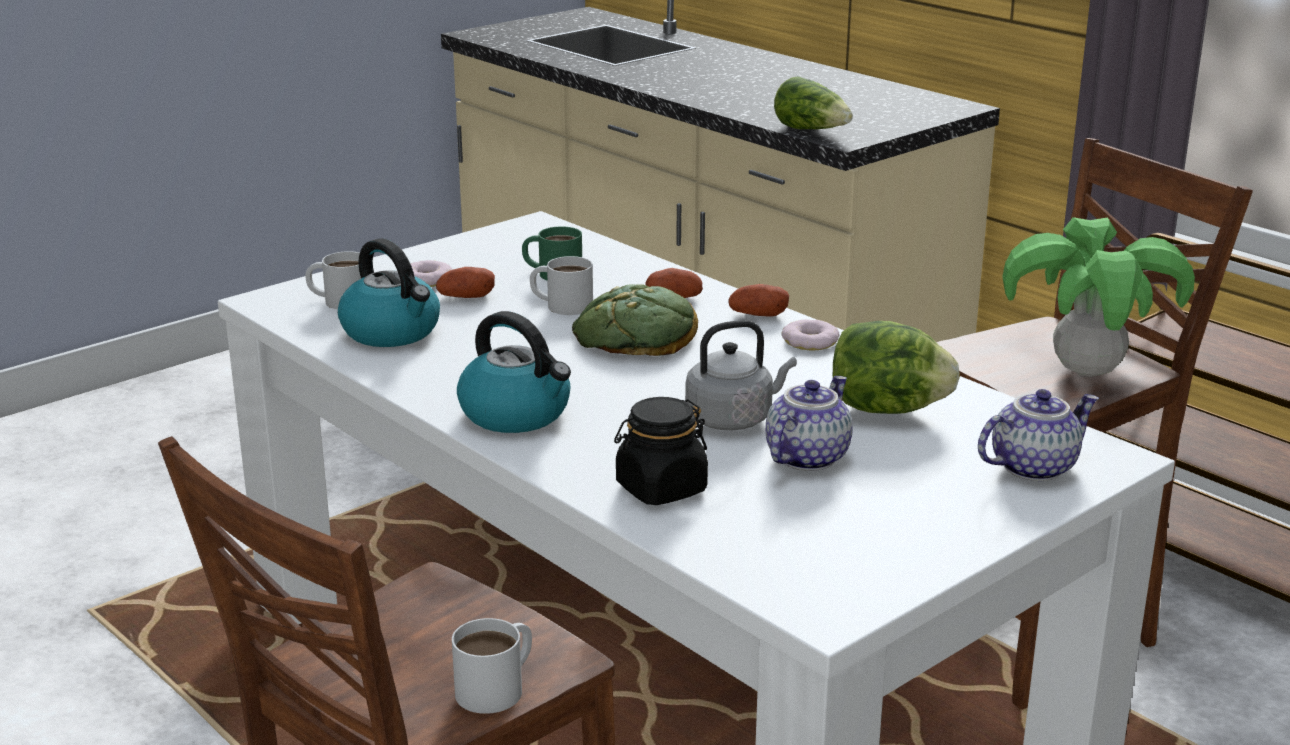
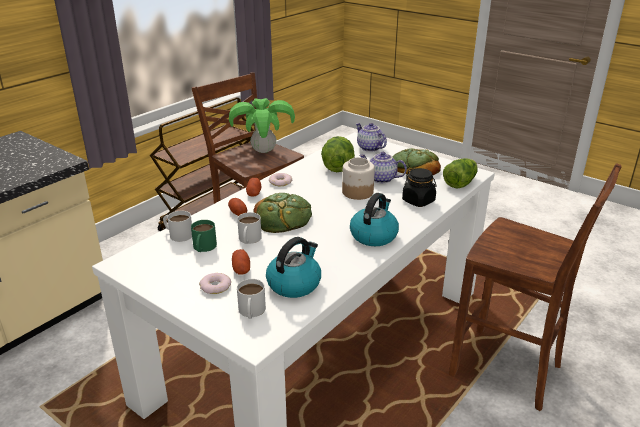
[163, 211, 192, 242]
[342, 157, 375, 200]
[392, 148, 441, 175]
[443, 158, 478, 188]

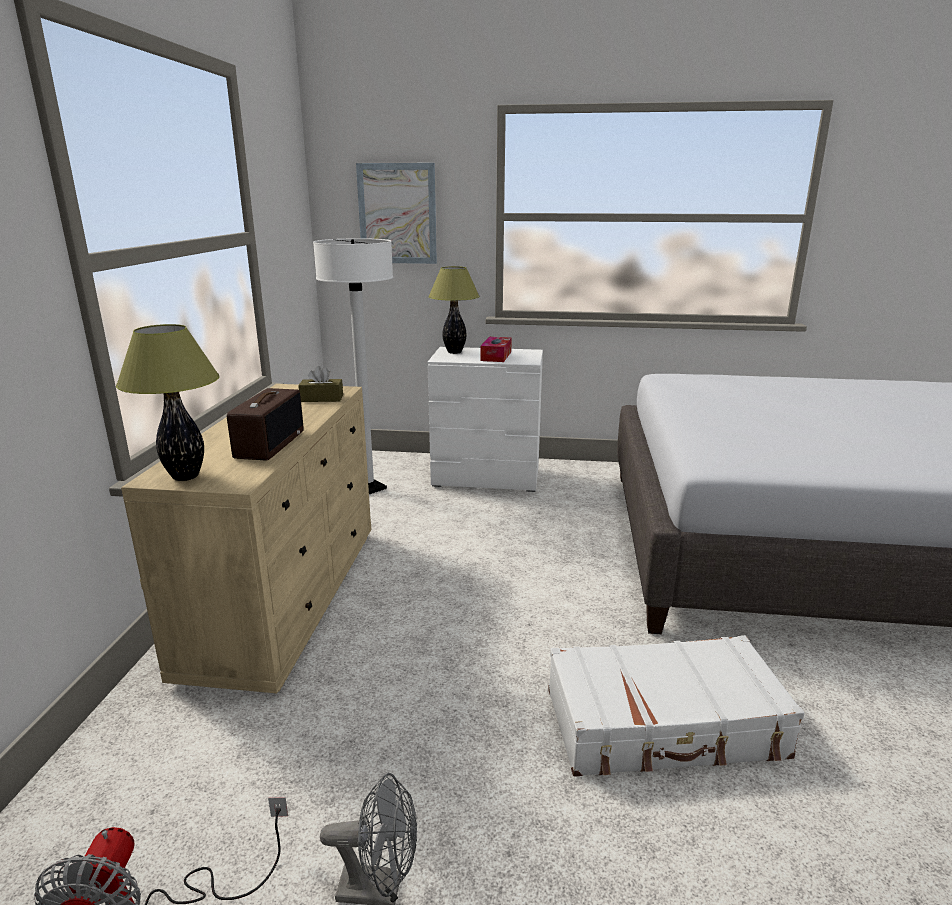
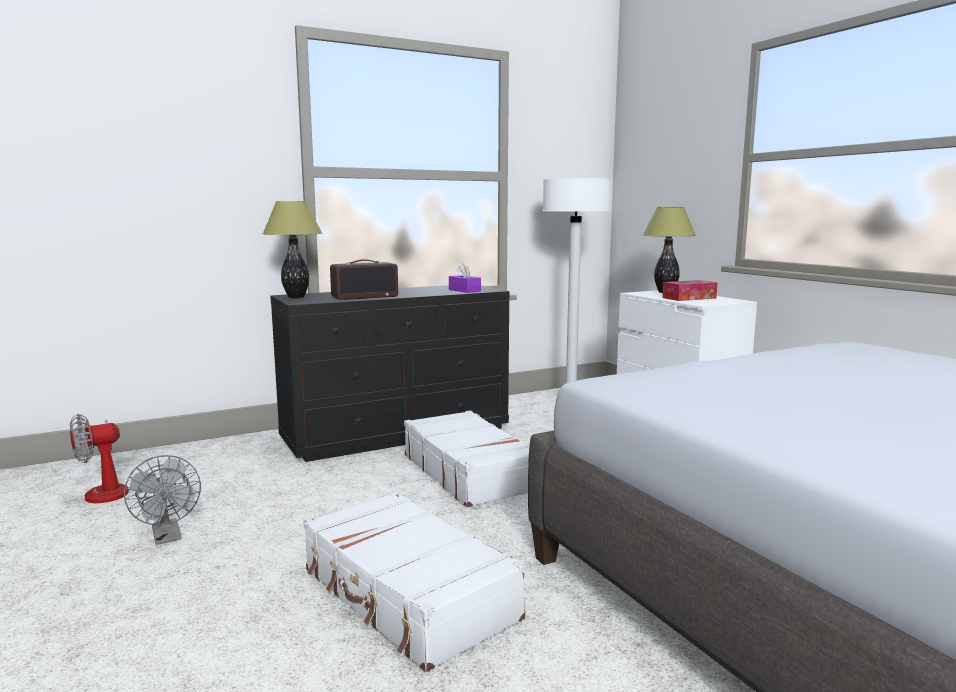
[270, 285, 510, 462]
[404, 410, 530, 507]
[449, 263, 481, 293]
[356, 163, 437, 264] (first image)

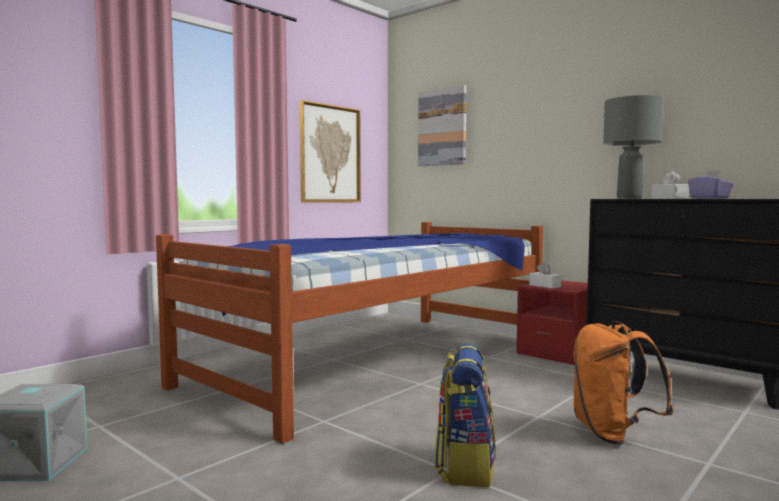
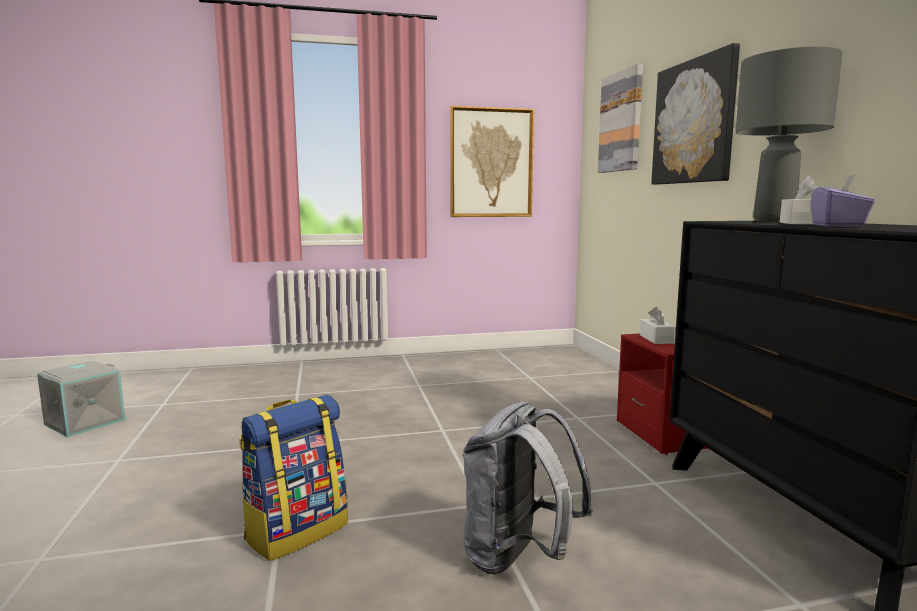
[463, 402, 593, 574]
[651, 43, 740, 185]
[156, 222, 543, 444] (first image)

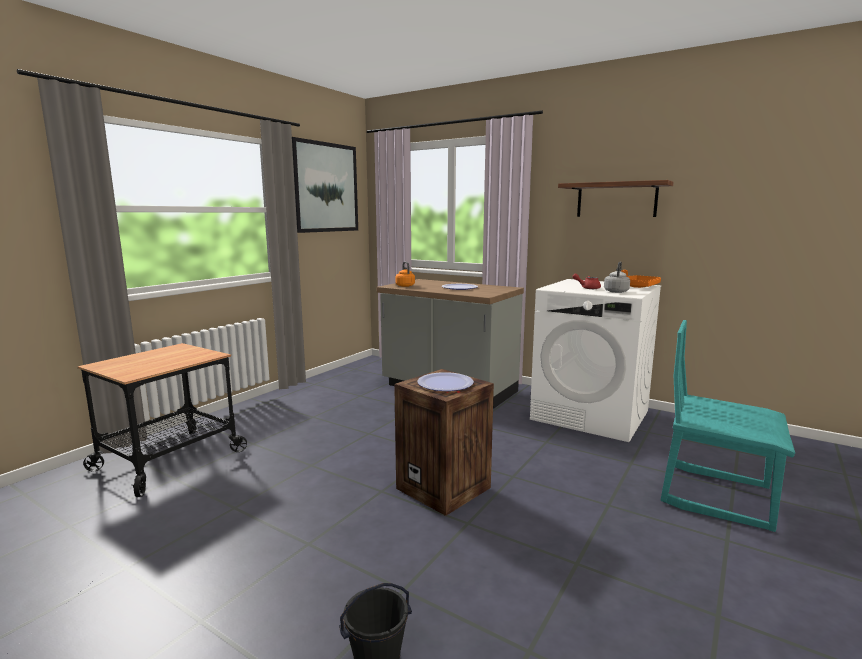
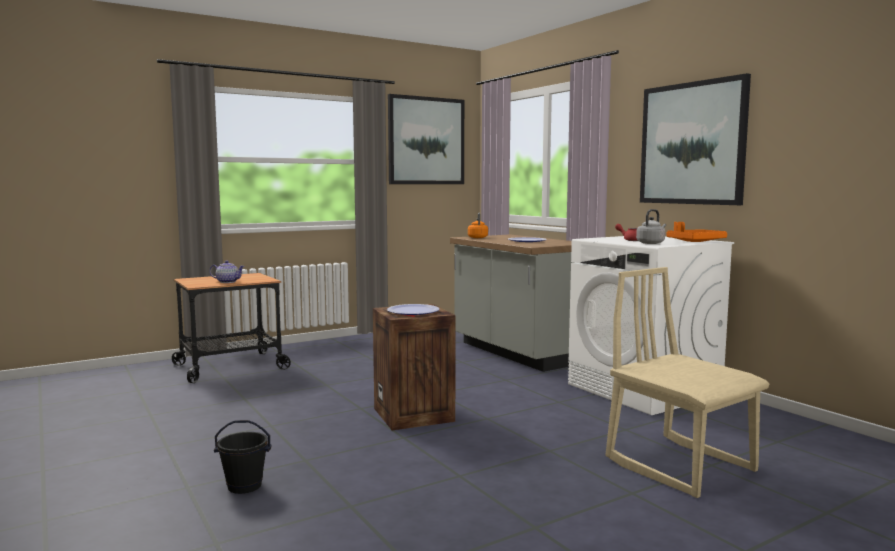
[210, 261, 245, 283]
[606, 267, 769, 498]
[640, 73, 751, 205]

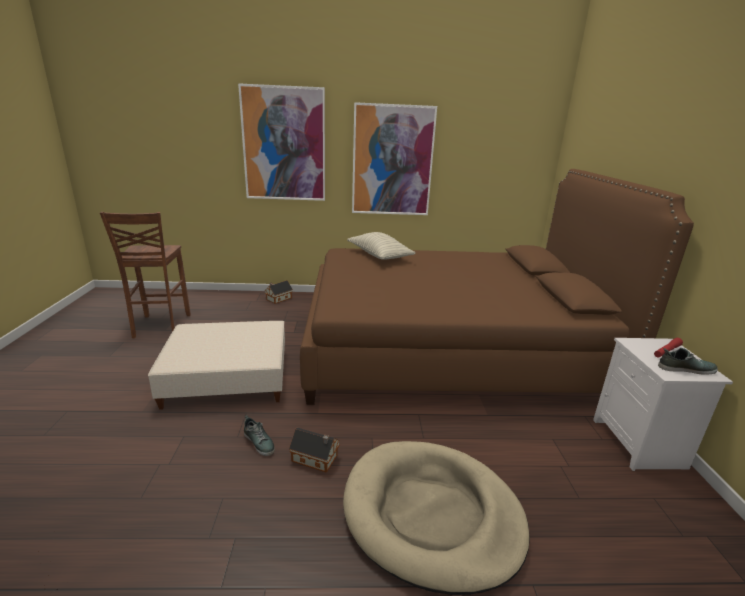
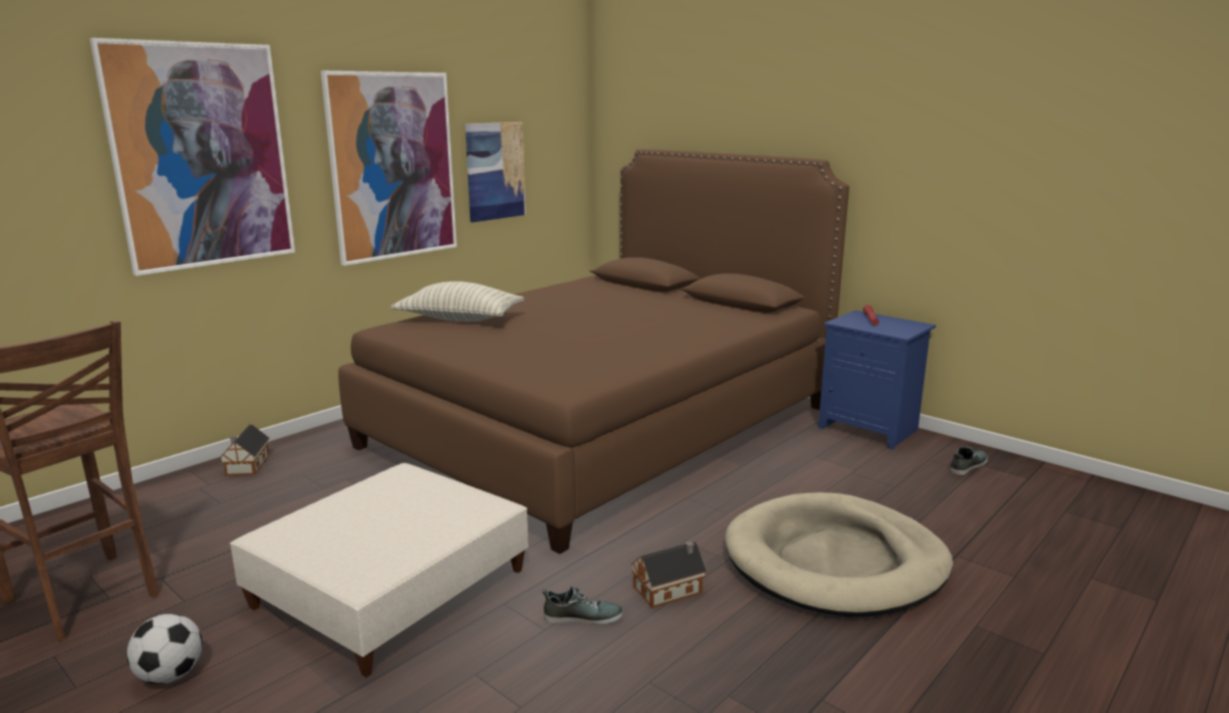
[126, 613, 202, 684]
[465, 122, 526, 222]
[818, 310, 936, 450]
[950, 446, 988, 475]

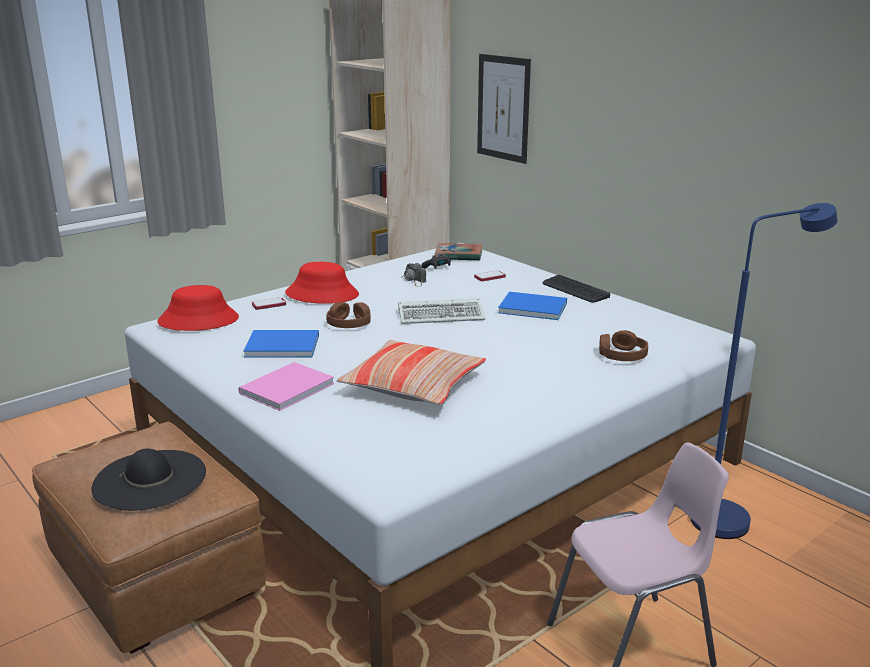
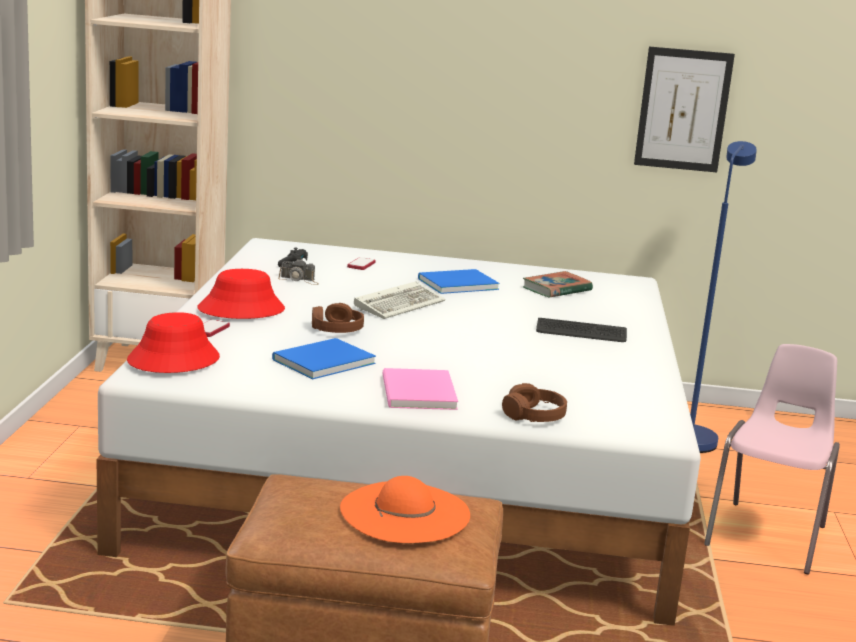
[340, 476, 470, 543]
[502, 383, 567, 422]
[523, 271, 593, 297]
[536, 318, 627, 342]
[634, 47, 735, 172]
[337, 340, 486, 405] (first image)

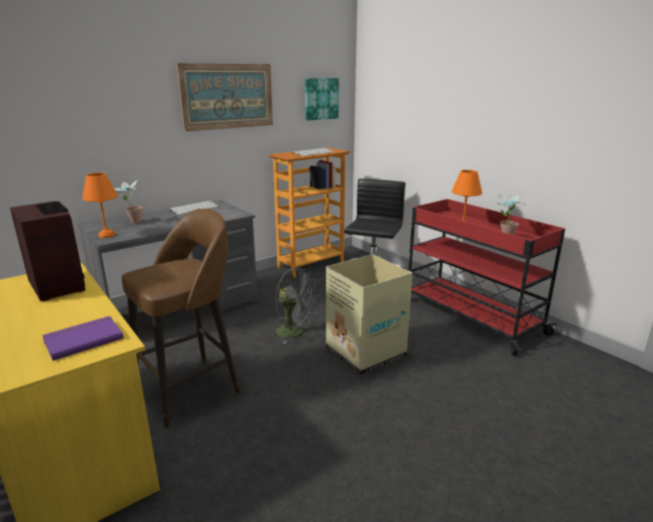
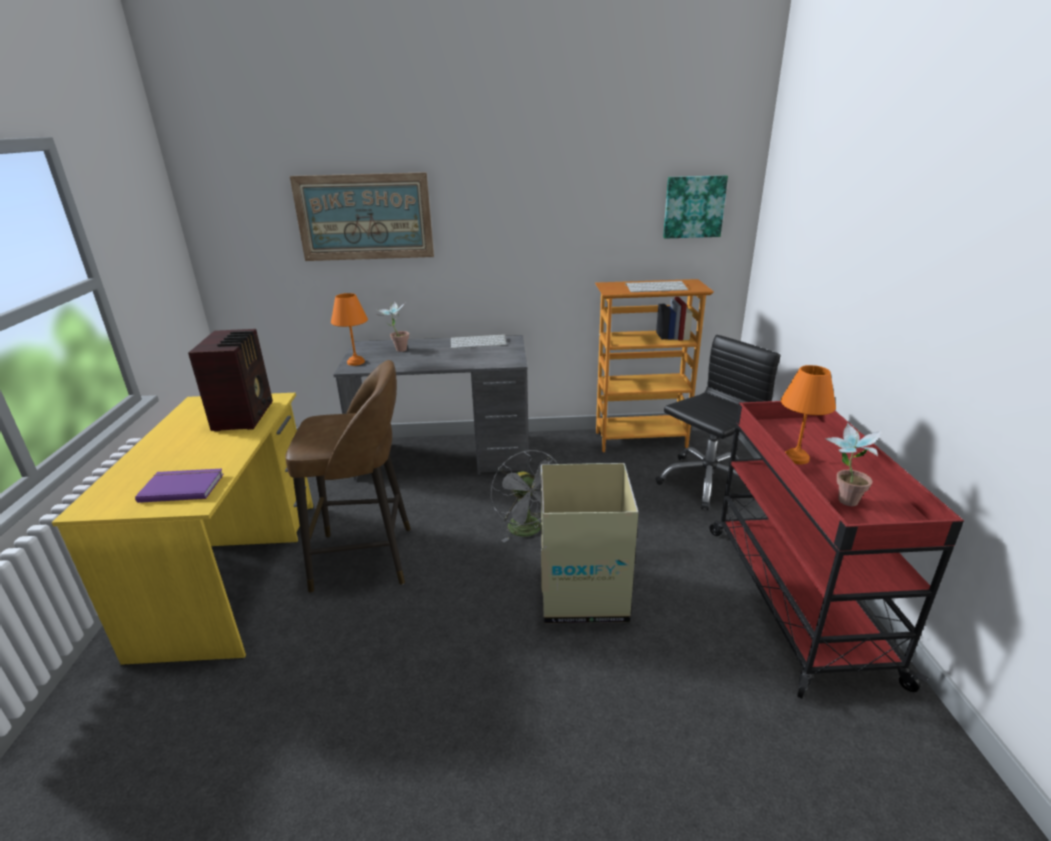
[290, 172, 434, 261]

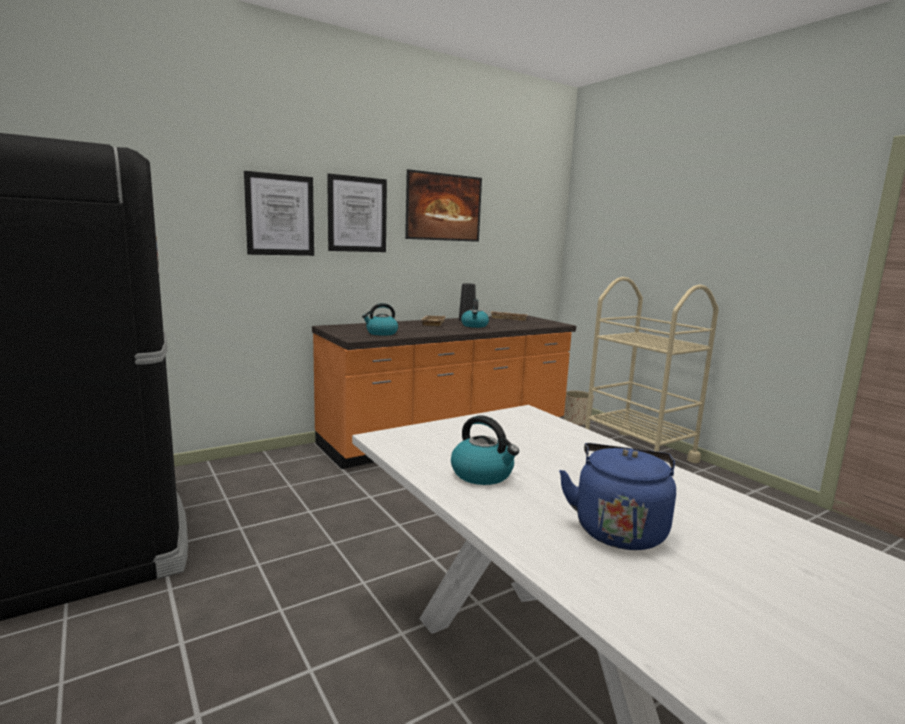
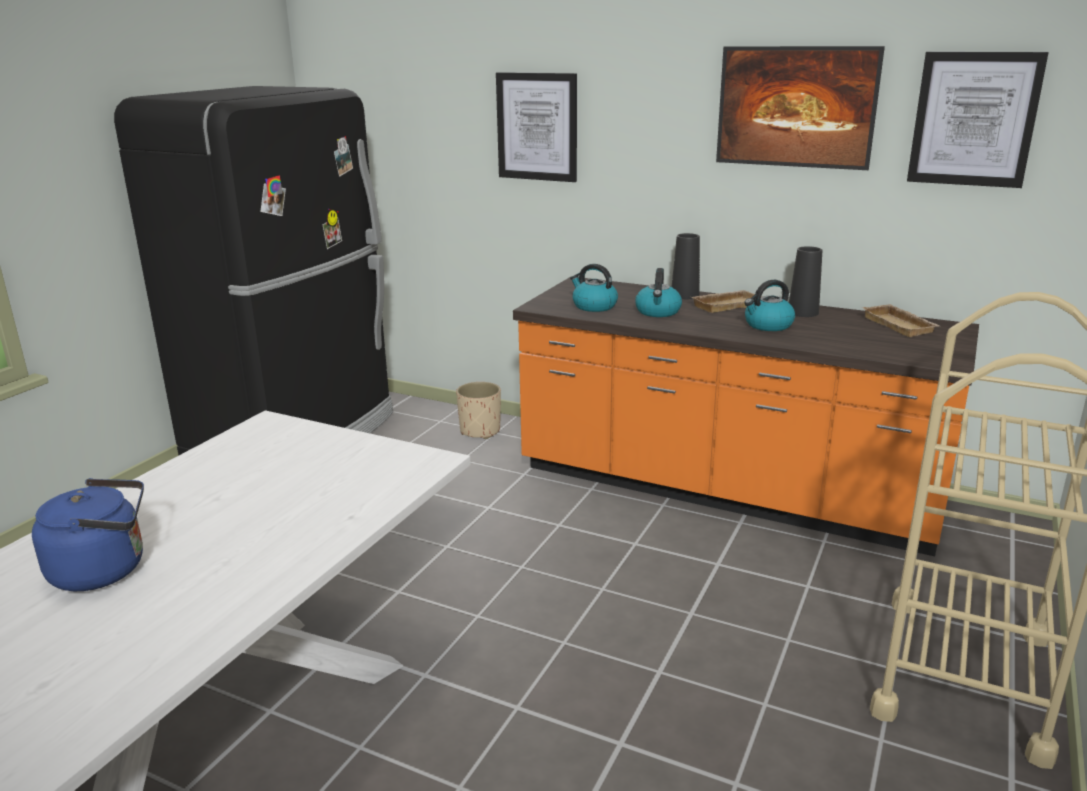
[456, 382, 501, 439]
[635, 268, 682, 317]
[671, 233, 700, 299]
[907, 52, 1049, 188]

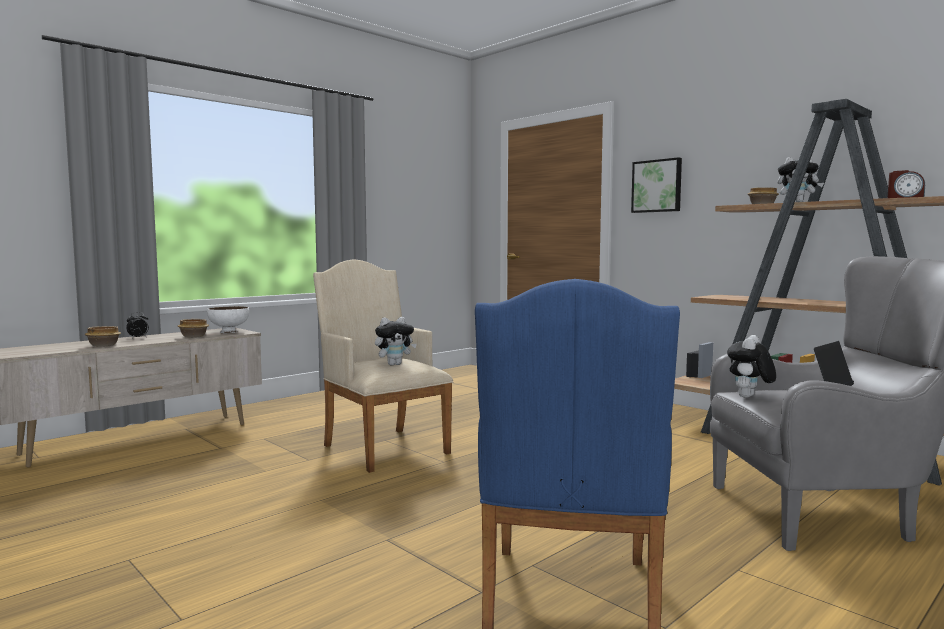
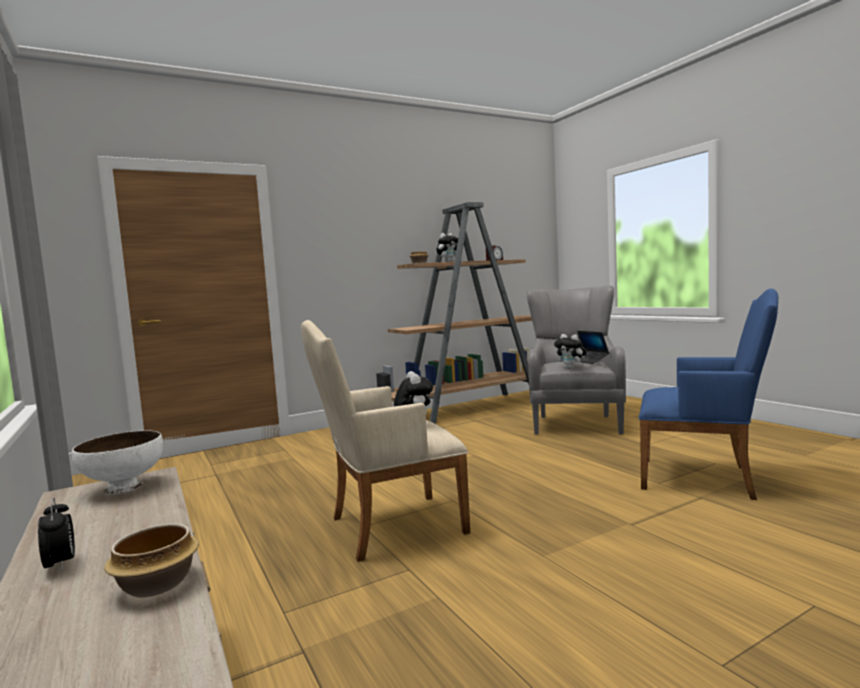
[178, 319, 209, 338] (first image)
[631, 157, 682, 213] (first image)

